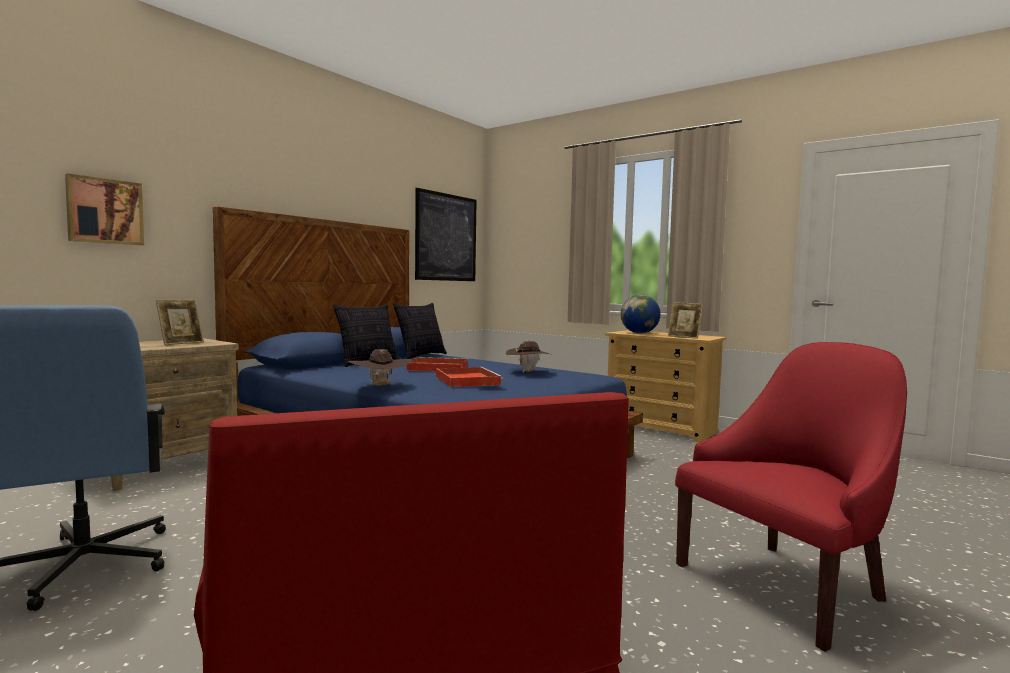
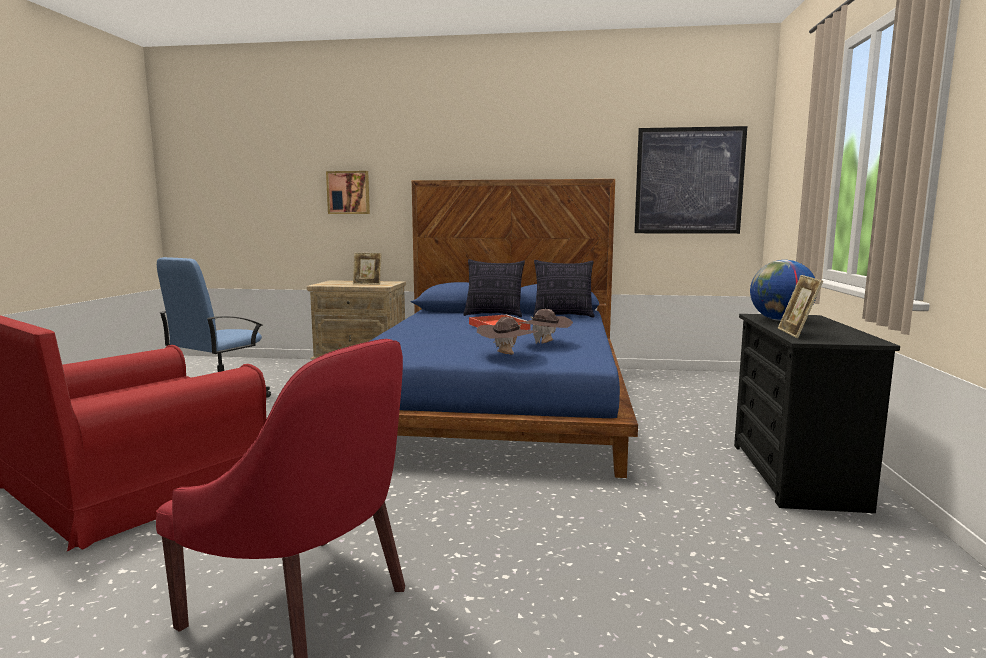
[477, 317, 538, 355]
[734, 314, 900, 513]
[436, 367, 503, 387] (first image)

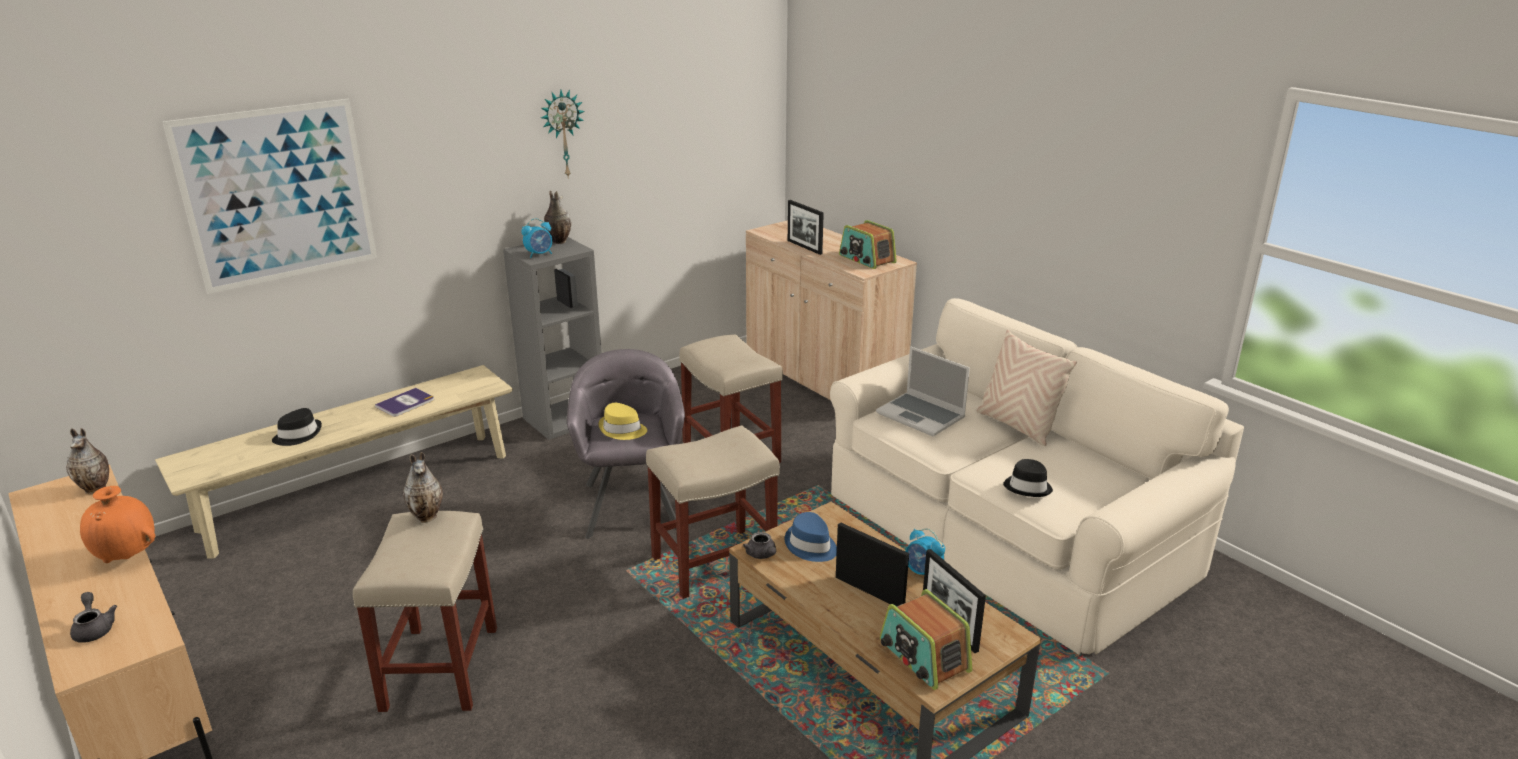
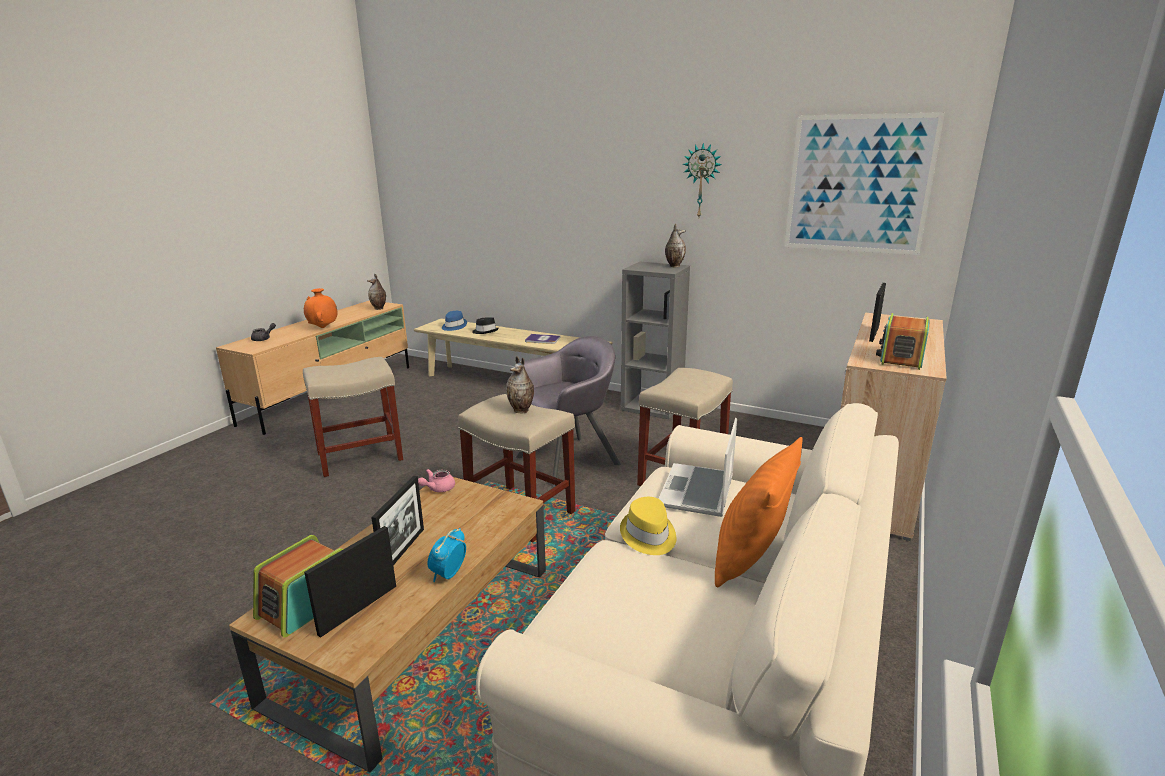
[418, 469, 455, 492]
[442, 311, 467, 331]
[506, 356, 534, 413]
[620, 497, 676, 555]
[715, 437, 803, 588]
[784, 112, 945, 255]
[521, 218, 552, 258] (first image)
[1003, 459, 1053, 497] (first image)

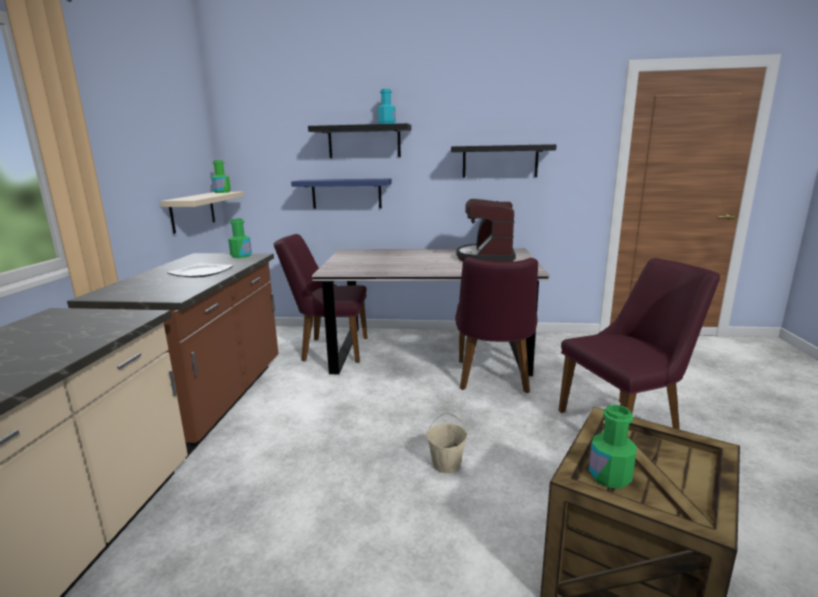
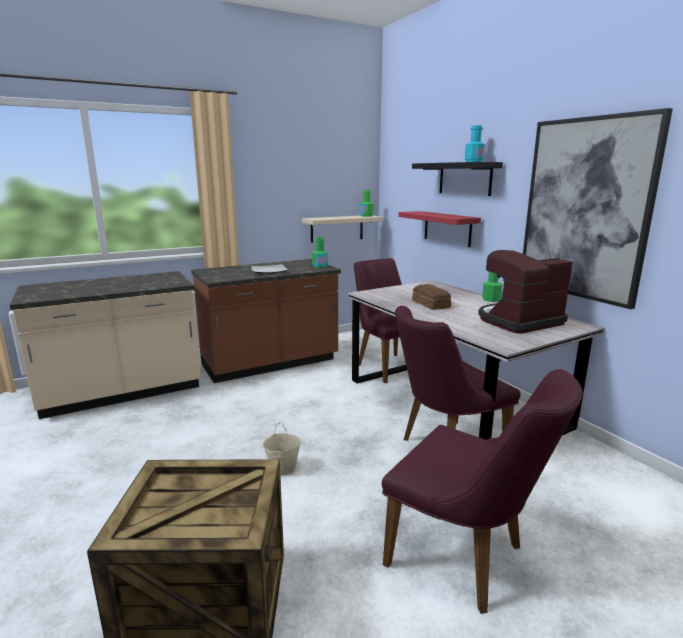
[398, 211, 481, 247]
[412, 284, 451, 310]
[482, 272, 502, 302]
[523, 108, 673, 309]

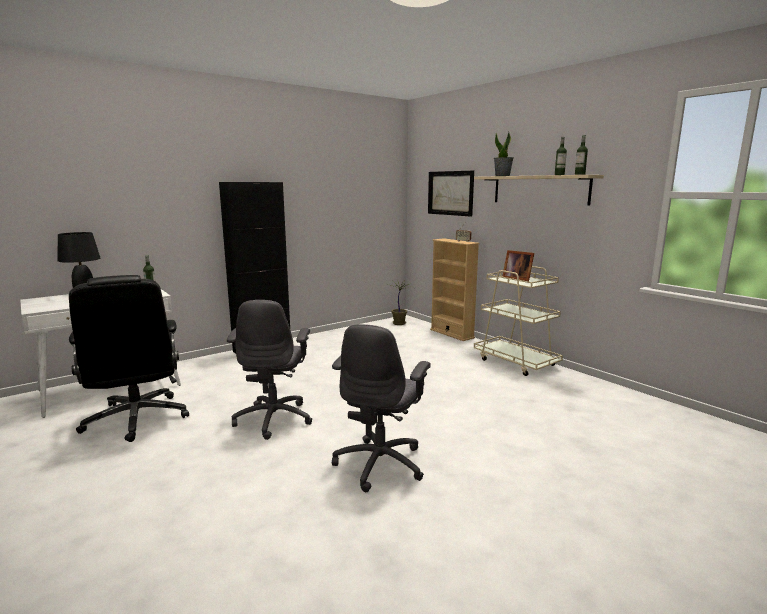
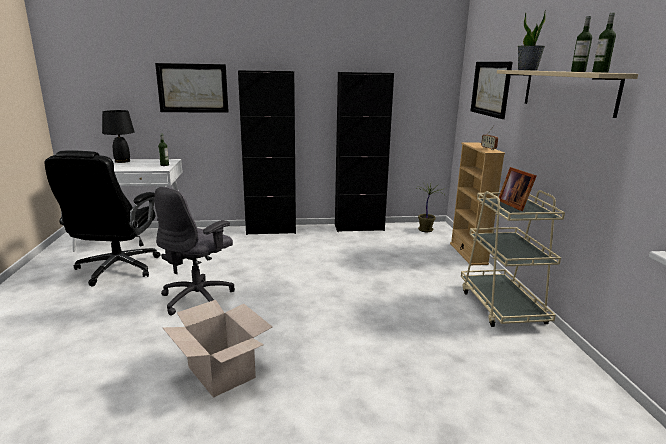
[155, 63, 229, 113]
[162, 300, 272, 398]
[335, 72, 394, 232]

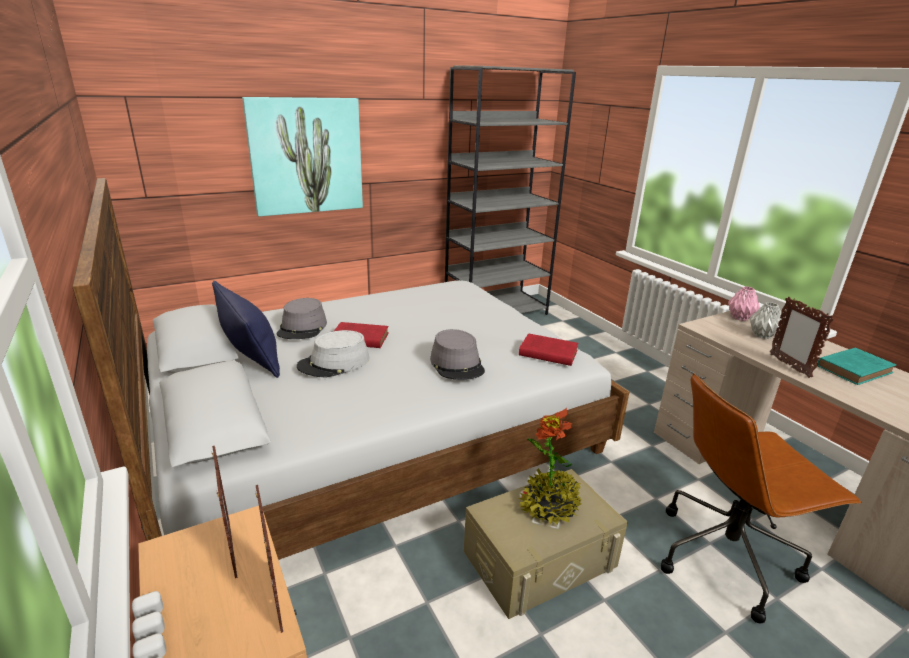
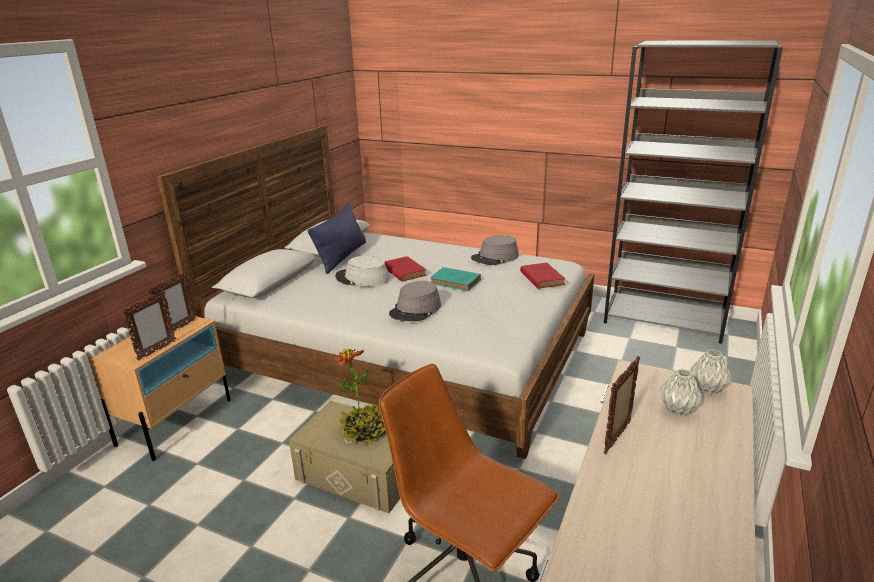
[430, 267, 481, 291]
[471, 235, 519, 265]
[520, 263, 565, 289]
[690, 349, 731, 395]
[242, 97, 363, 217] (first image)

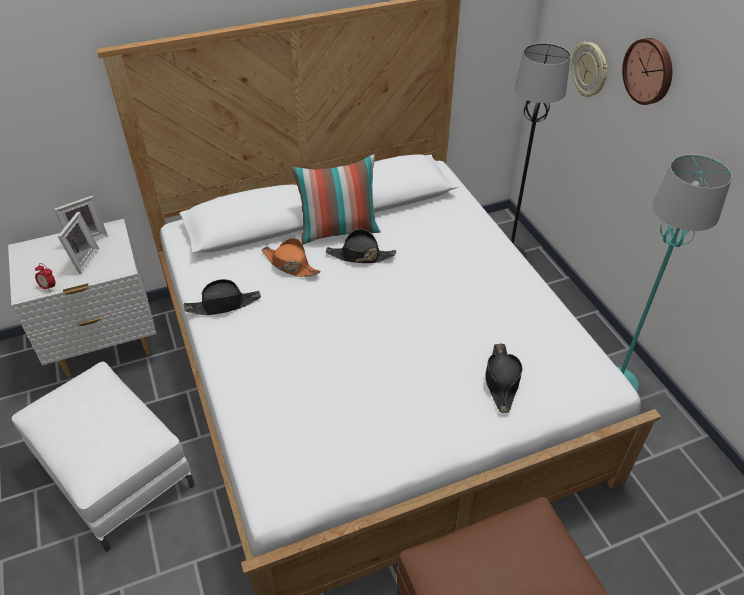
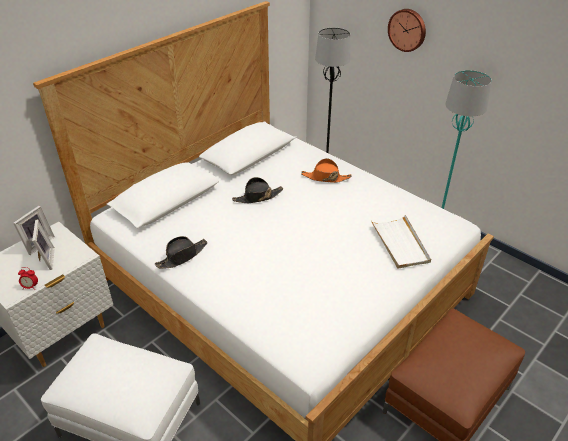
[301, 158, 351, 183]
[371, 215, 431, 269]
[291, 154, 381, 244] (first image)
[572, 41, 608, 97] (first image)

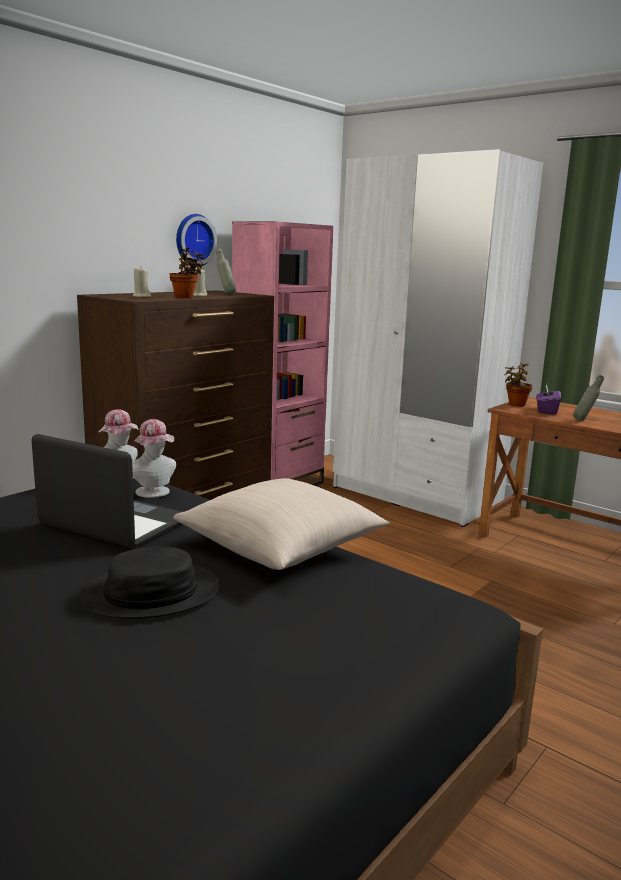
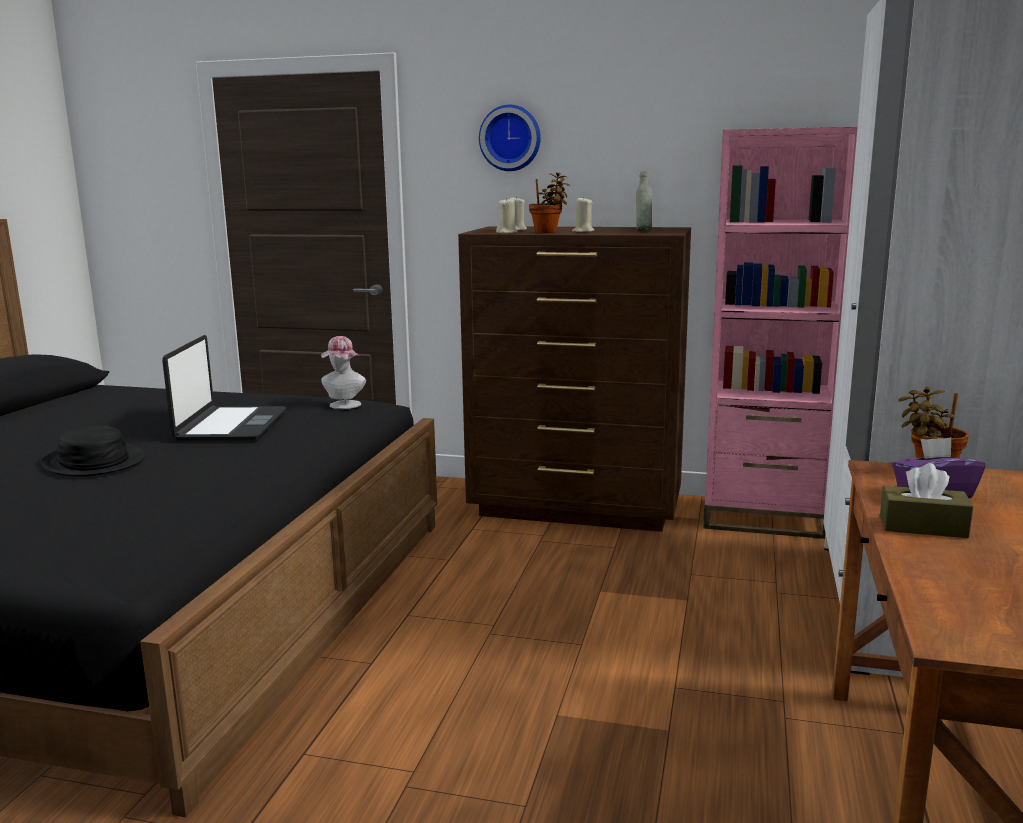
[479, 105, 541, 171]
[496, 197, 518, 233]
[880, 463, 973, 538]
[132, 419, 176, 498] (first image)
[173, 478, 390, 570] (first image)

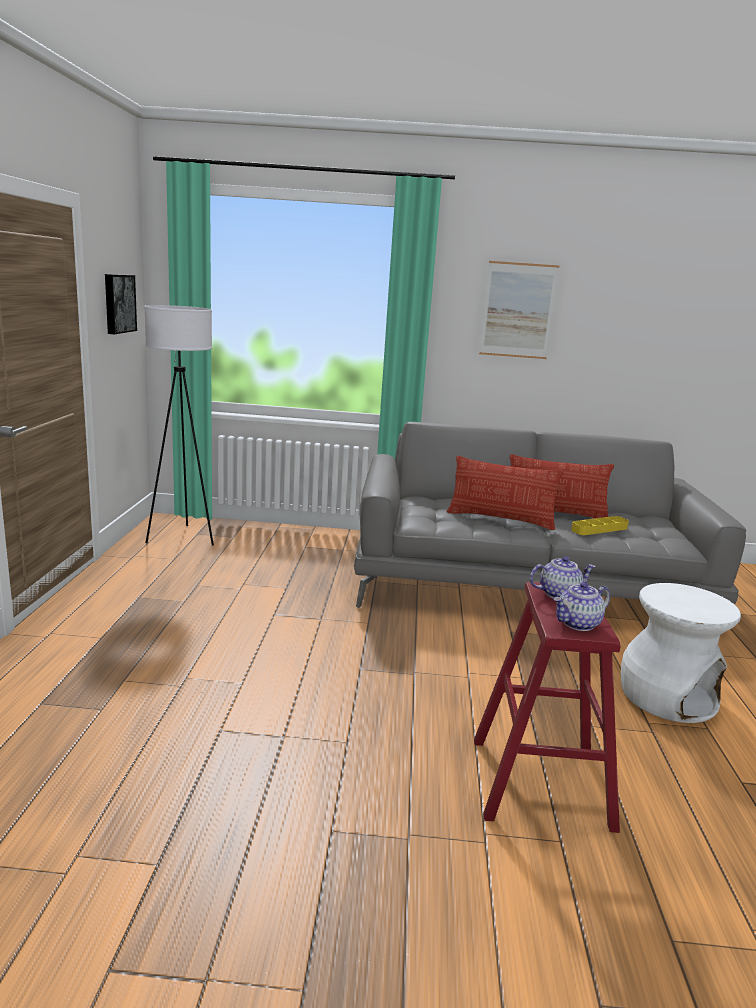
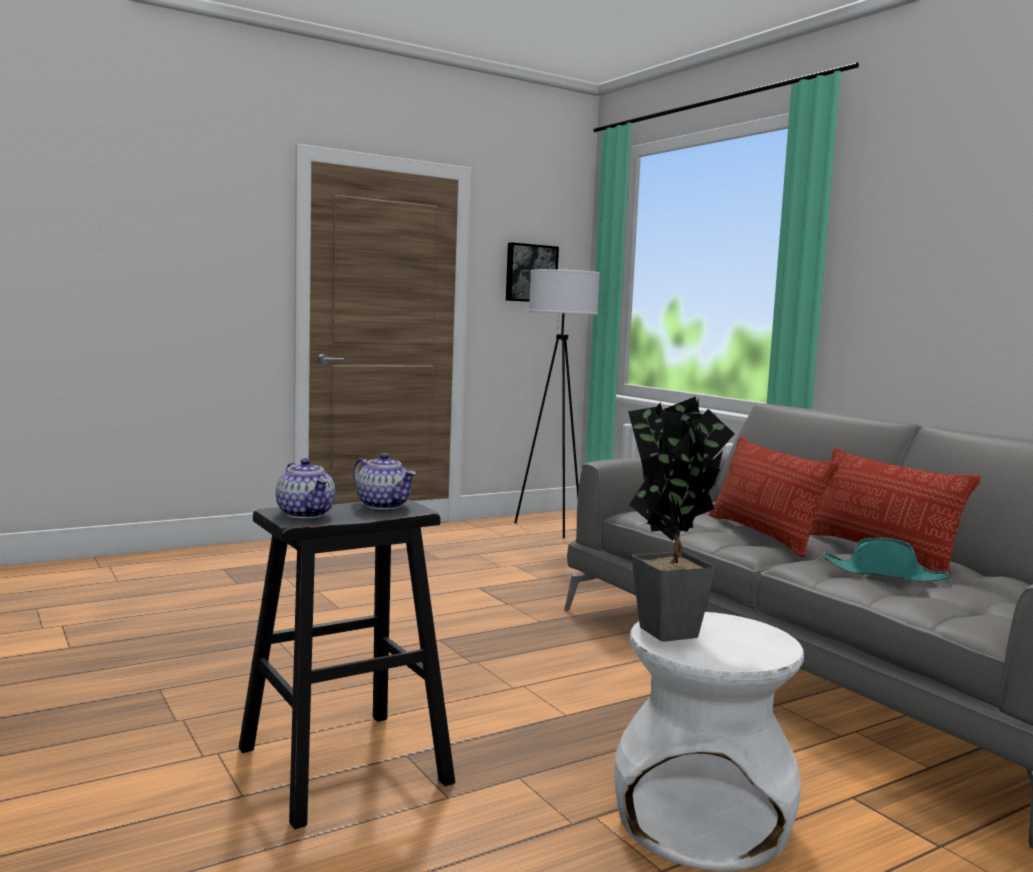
[238, 499, 455, 830]
[276, 458, 335, 518]
[628, 396, 734, 642]
[823, 538, 950, 582]
[479, 261, 559, 359] (first image)

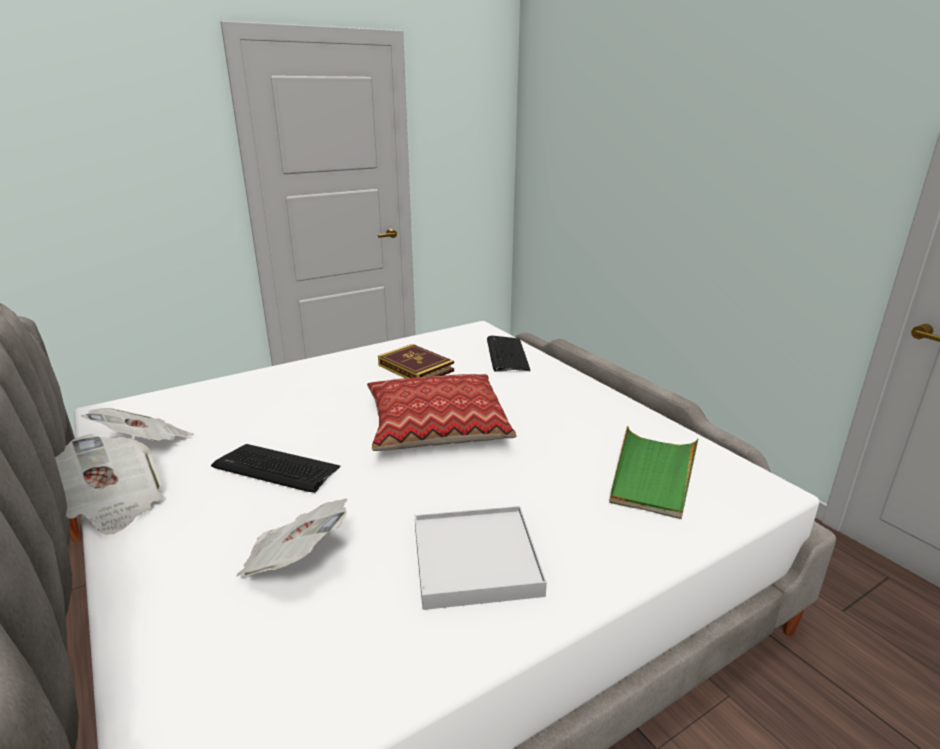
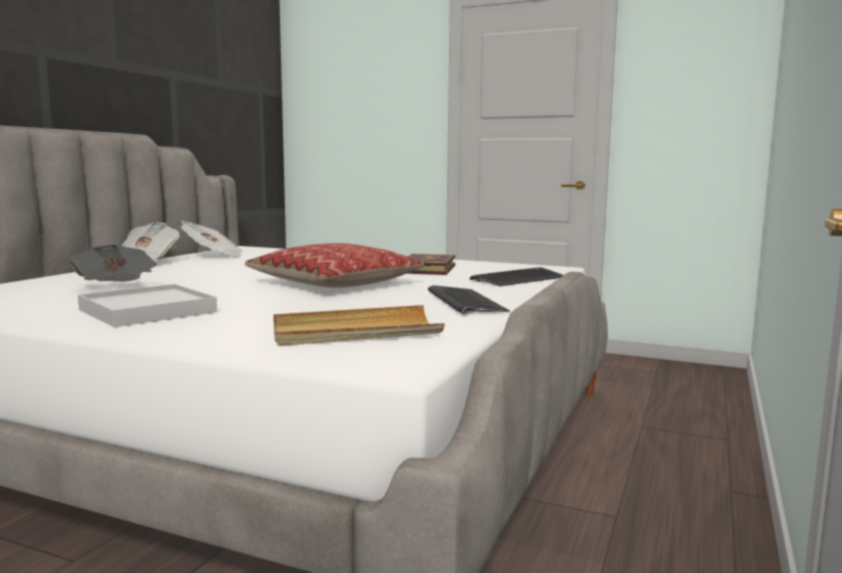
[273, 305, 445, 346]
[428, 285, 510, 314]

